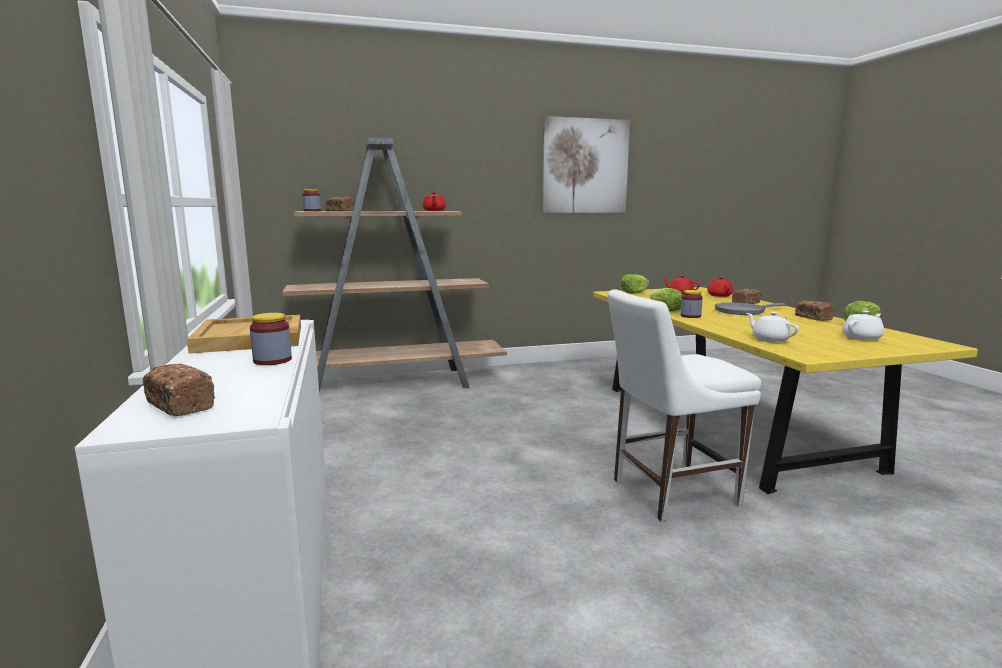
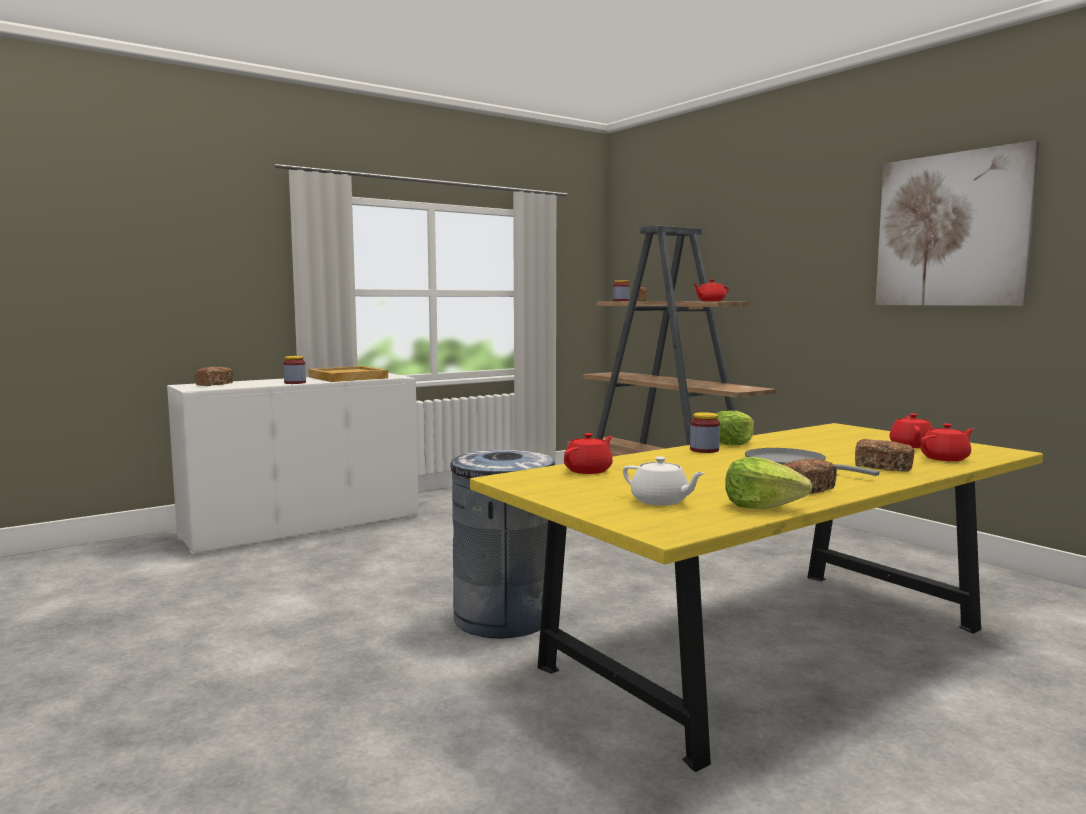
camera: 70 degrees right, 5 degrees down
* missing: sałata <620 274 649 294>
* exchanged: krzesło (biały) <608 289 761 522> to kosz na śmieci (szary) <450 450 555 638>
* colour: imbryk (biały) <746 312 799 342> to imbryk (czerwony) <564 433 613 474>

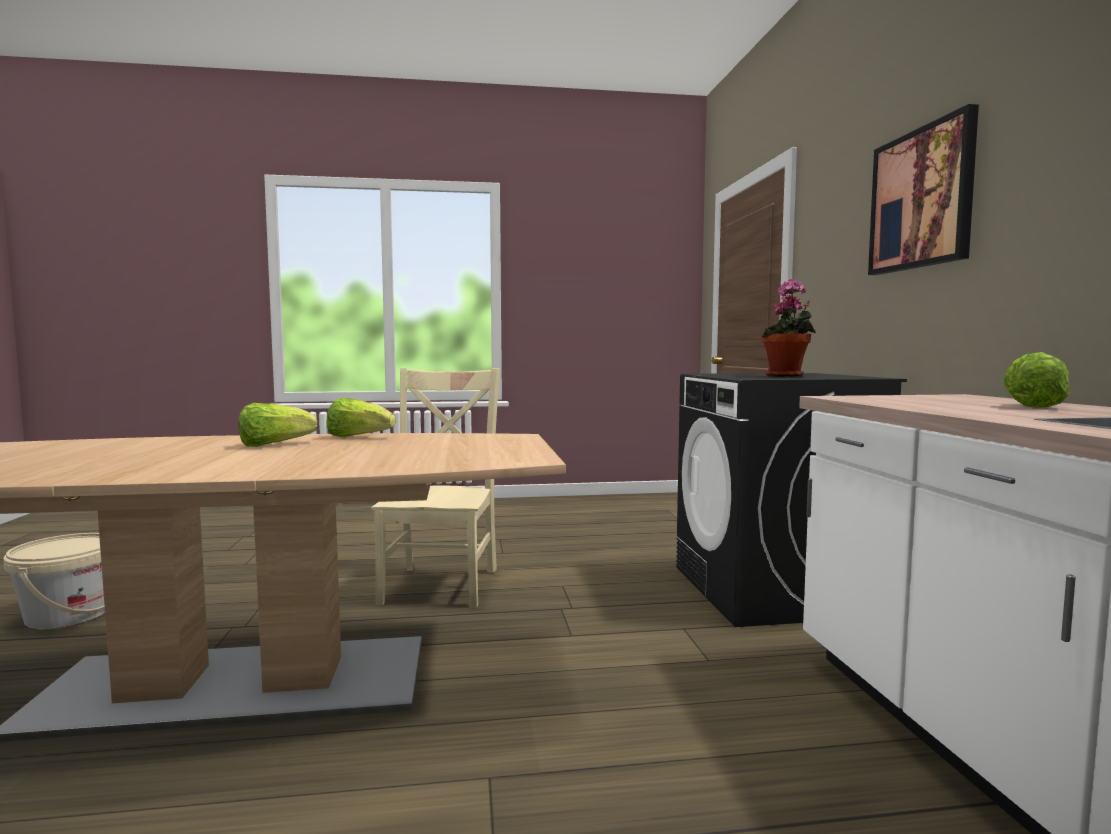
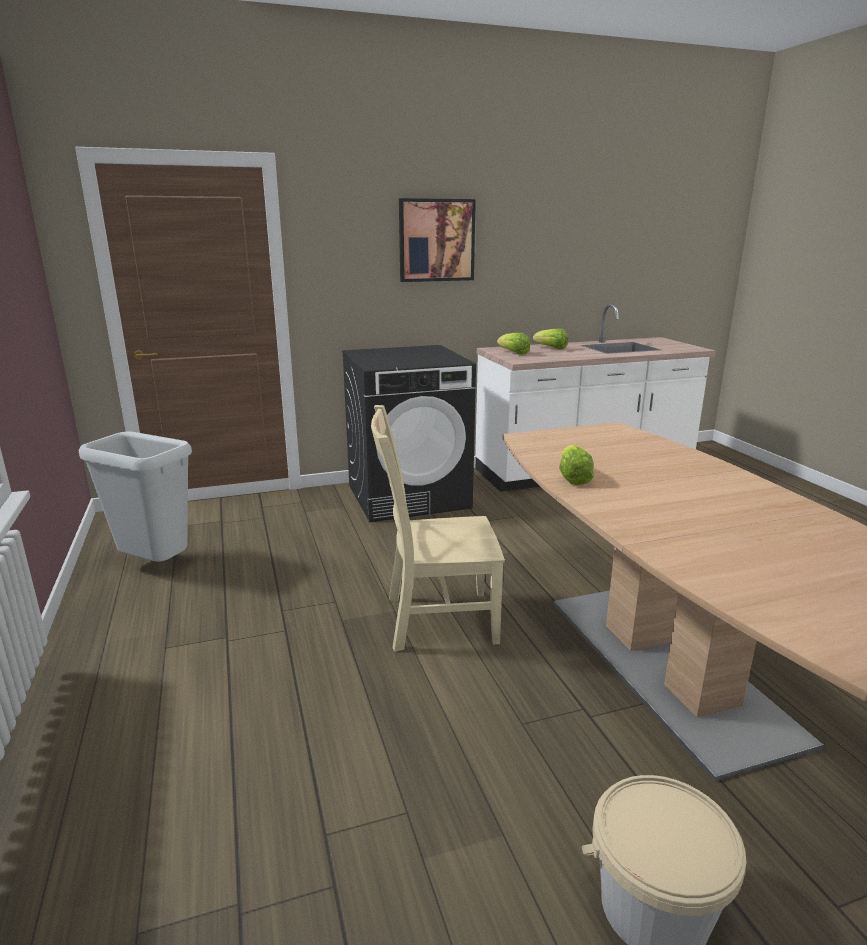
camera: 100 degrees left, 15 degrees up
* missing: roślina doniczkowa <762 279 816 377>
* relocated: sałata <238 403 317 447> to <497 333 530 355>
* appeared: kosz na śmieci (szary) <78 432 192 562>

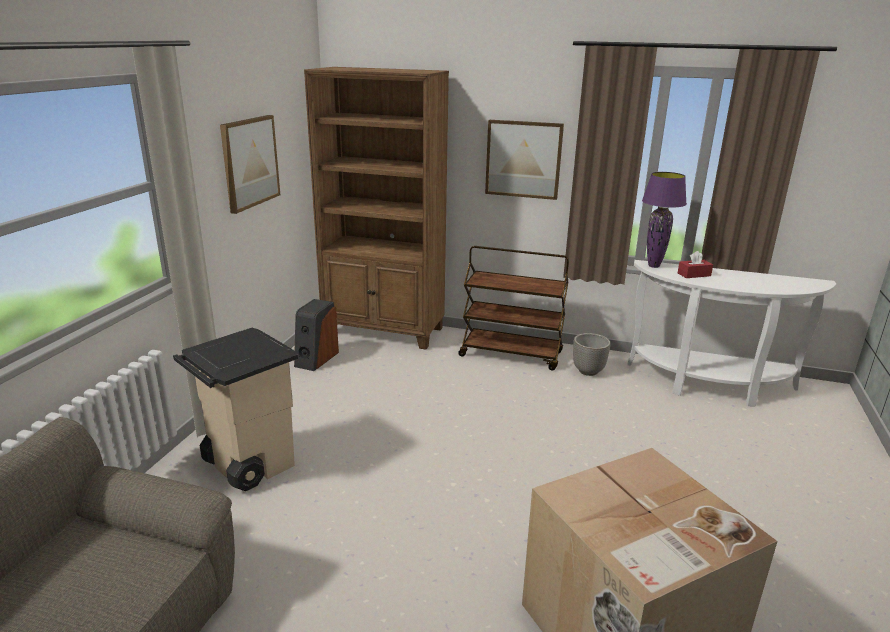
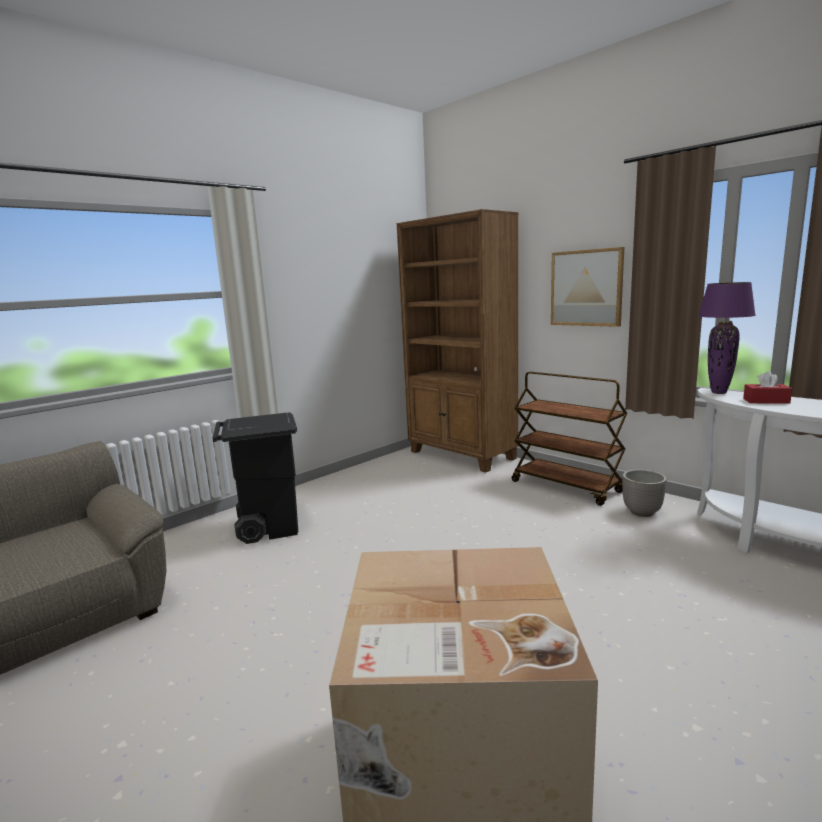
camera: 30 degrees right, 10 degrees down
* missing: obraz <220 115 280 214>
* missing: głośnik <294 299 339 371>
* colour: kosz na śmieci (beżowy) <173 328 298 491> to kosz na śmieci (czarny) <212 412 298 544>

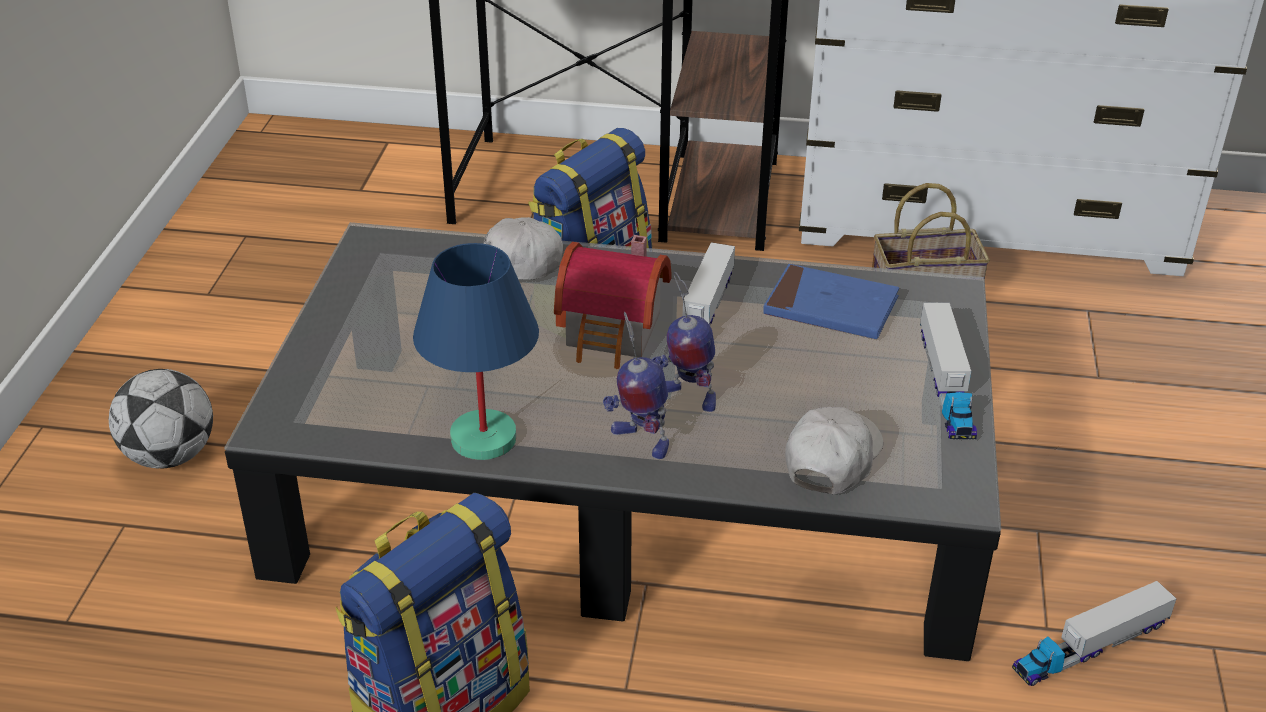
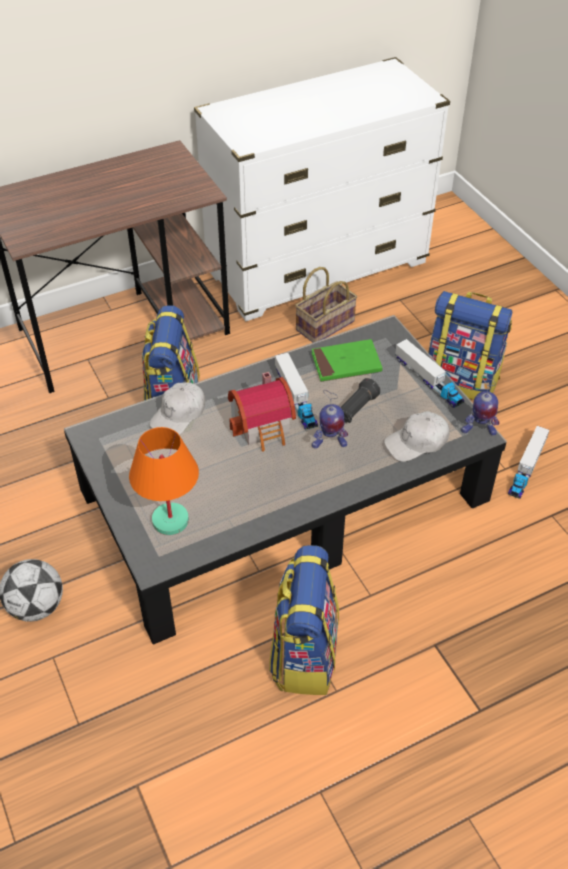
camera: 35 degrees left, 10 degrees up
* missing: lampa stołowa (niebieski) <413 243 539 460>
* colour: książka (niebieski) <763 264 899 339> to książka (zielony) <312 339 382 382>
* relocated: robot zabawkowy <603 312 669 459> to <461 375 499 436>
* spun: czapka z daszkiem (biały) <785 407 883 494> = <384 411 450 462> 105 degrees counterclockwise
* appeared: plecak <428 291 512 400>
* appeared: latarka (czarny) <340 378 380 423>
* appeared: lampa stołowa (pomarańczowy) <129 427 199 535>

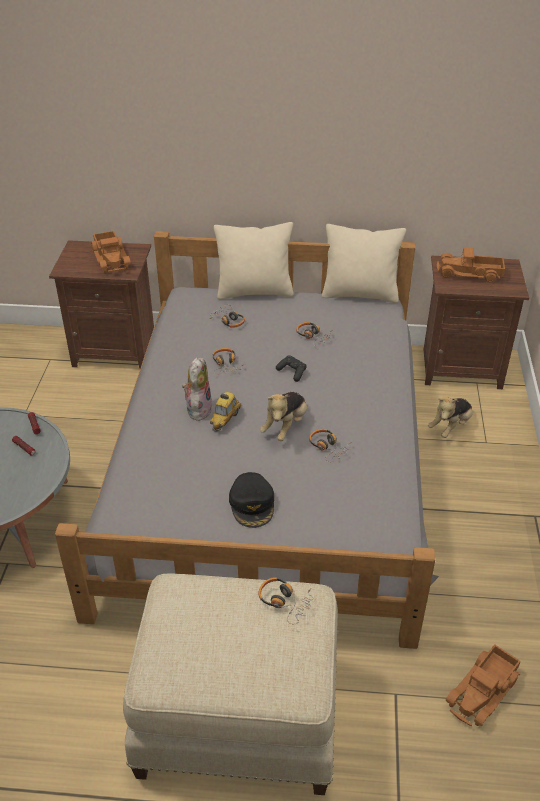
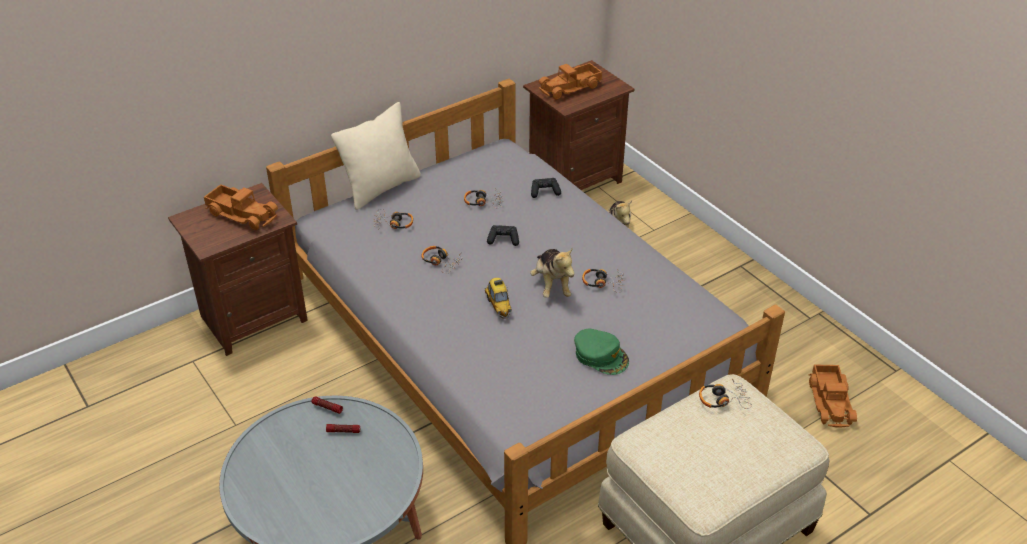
camera: 40 degrees left, 0 degrees up
* missing: poduszka (beżowy) <322 224 406 303>
* missing: pluszak <182 357 213 421>
* colour: czapka z daszkiem (czarny) <229 472 274 528> to czapka z daszkiem (zielony) <574 328 629 375>
* appeared: pad do gier (czarny) <531 178 561 198>

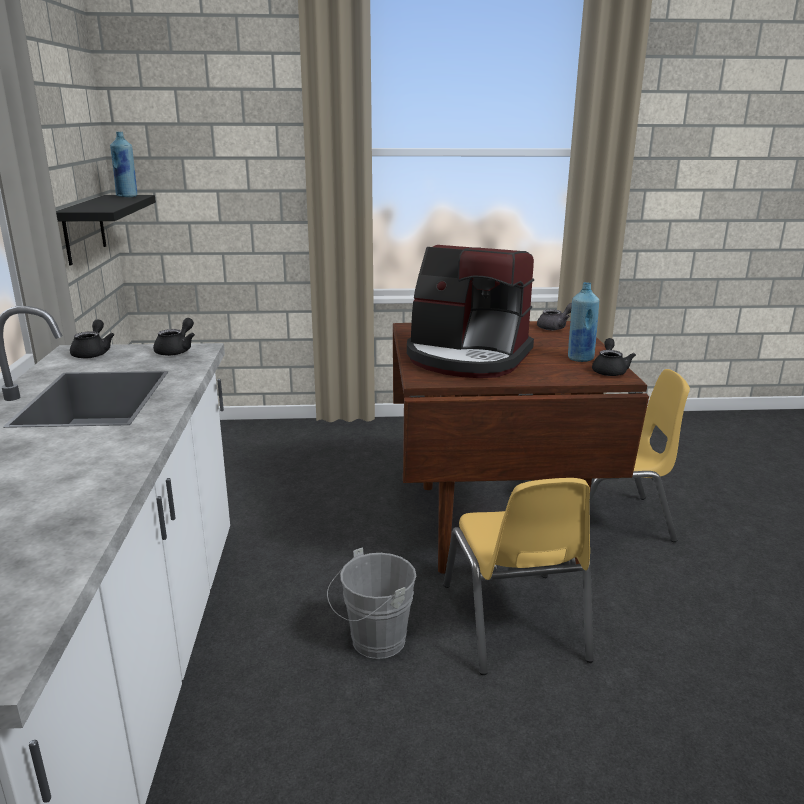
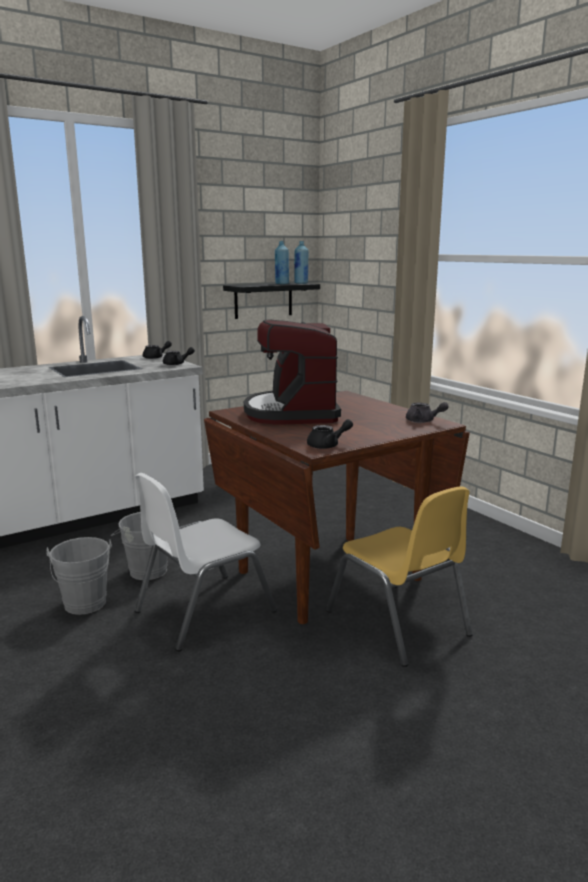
camera: 60 degrees right, 5 degrees down
* relocated: butelka (niebieski) <568 282 599 362> to <275 241 289 284>
* colour: krzesło (żółty) <444 478 594 675> to krzesło (biały) <135 473 277 651>
* appeared: wiadro (szary) <47 537 112 615>

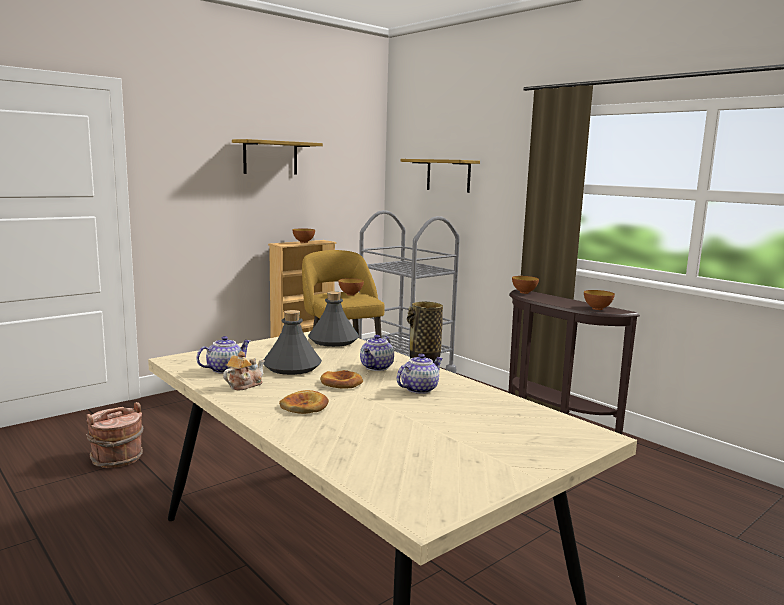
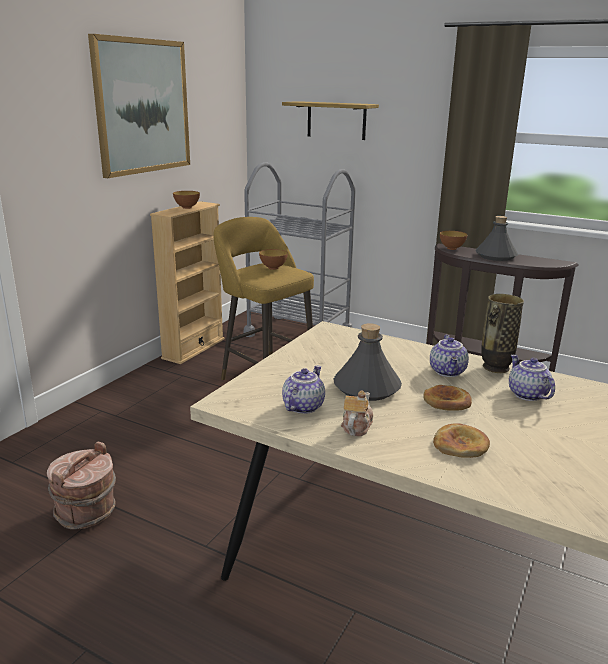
camera: 20 degrees left, 10 degrees up
* exchanged: półka <232 139 323 174> to obraz <88 34 190 178>
* missing: miska <584 290 615 310>
* relocated: butelka (szary) <308 291 359 347> to <475 216 518 261>
* spun: imbryk <397 354 443 394> = <509 355 555 401> 45 degrees counterclockwise

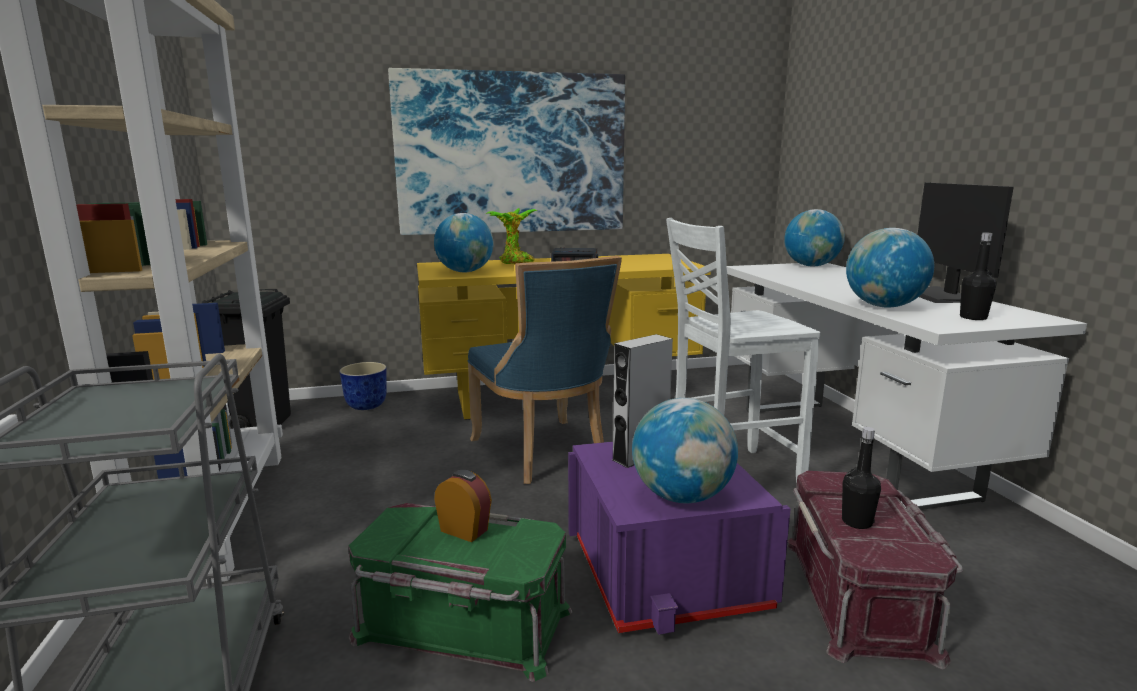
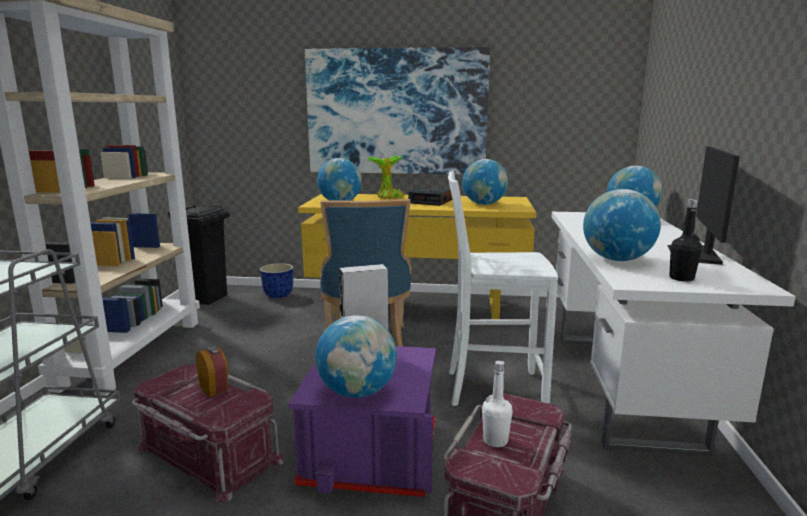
camera: 20 degrees right, 0 degrees up
* colour: butelka (czarny) <842 427 881 529> to butelka (biały) <482 361 513 447>
* colour: pojemnik do przechowywania (zielony) <348 503 572 682> to pojemnik do przechowywania (czerwony) <132 364 284 502>
* appeared: globus <462 159 508 205>

